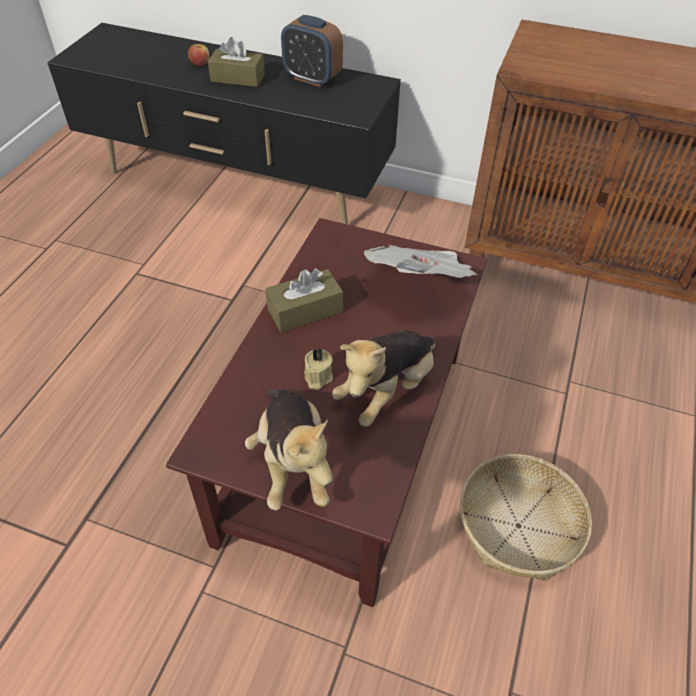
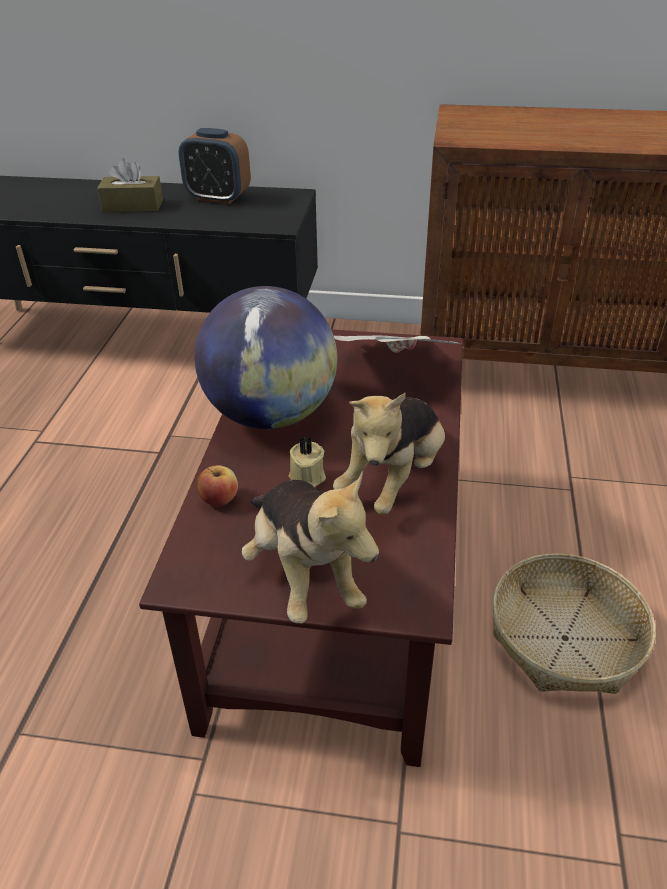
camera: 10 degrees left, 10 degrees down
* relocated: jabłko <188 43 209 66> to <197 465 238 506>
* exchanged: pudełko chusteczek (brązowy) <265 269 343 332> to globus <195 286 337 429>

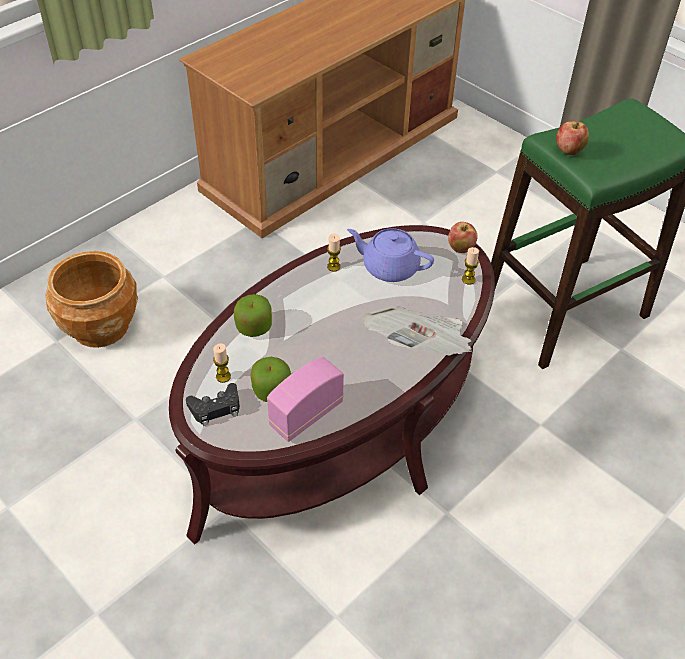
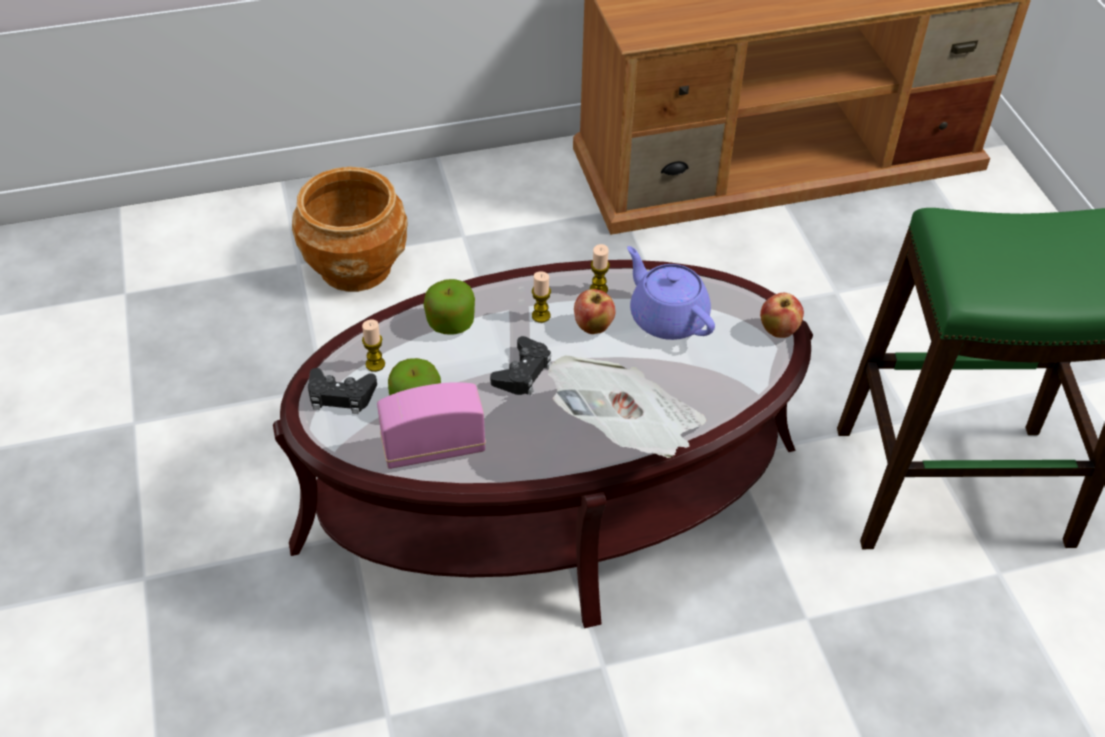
camera: 30 degrees right, 0 degrees up
* relocated: jabłko <556 121 589 155> to <574 289 616 334>
* relocated: świeca <462 247 479 285> to <532 271 551 323>
* appeared: pad do gier (czarny) <490 336 552 395>

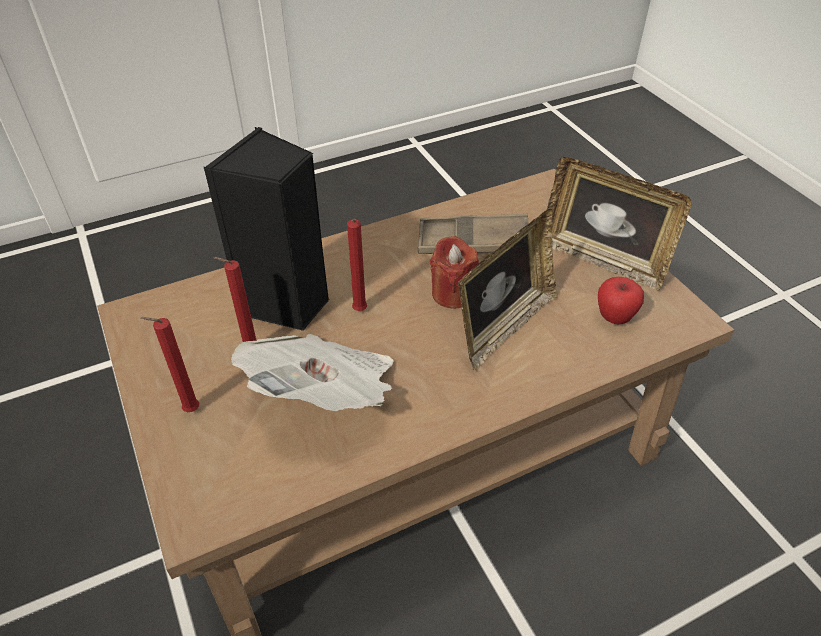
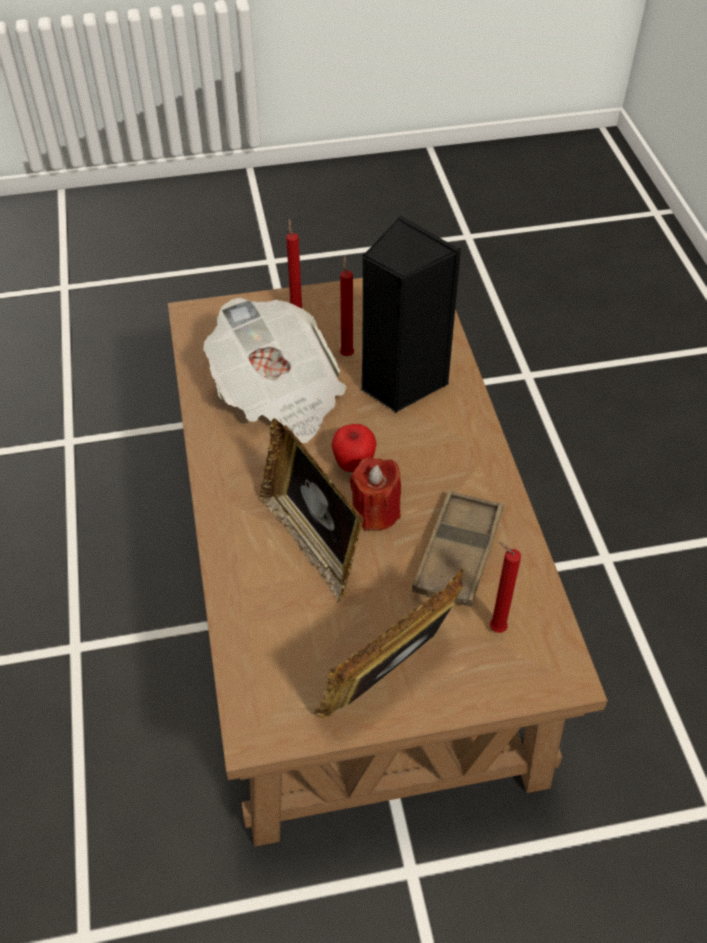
camera: 105 degrees right, 5 degrees up
* relocated: świeca (czerwony) <347 219 367 311> to <490 542 521 633>
* relocated: jabłko <598 277 644 324> to <331 424 377 472>

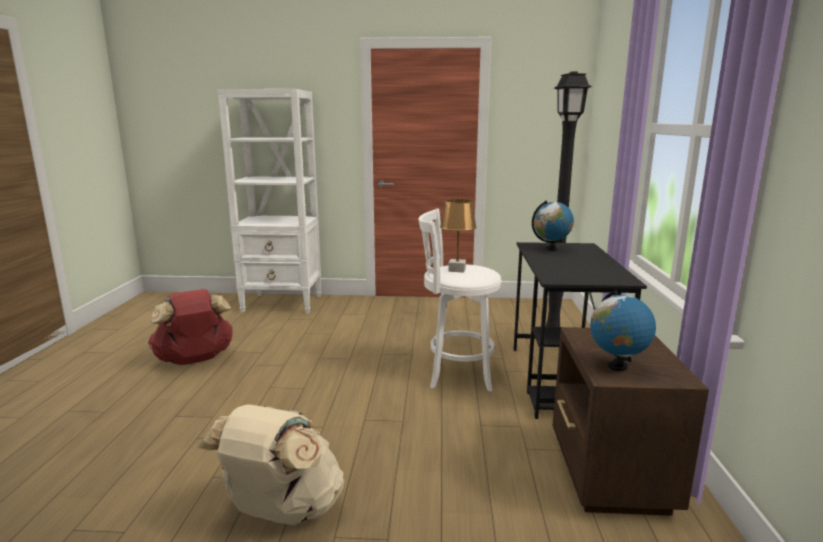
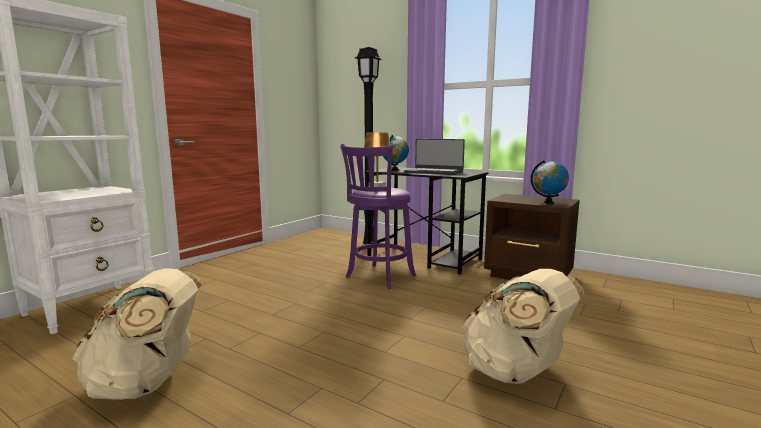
camera: 60 degrees left, 5 degrees down
* colour: stołek (biały) <418 208 502 392> to stołek (fioletowy) <341 144 416 289>
* colour: plecak (czerwony) <148 289 234 365> to plecak (beżowy) <73 268 203 400>
* appeared: laptop <404 139 465 175>

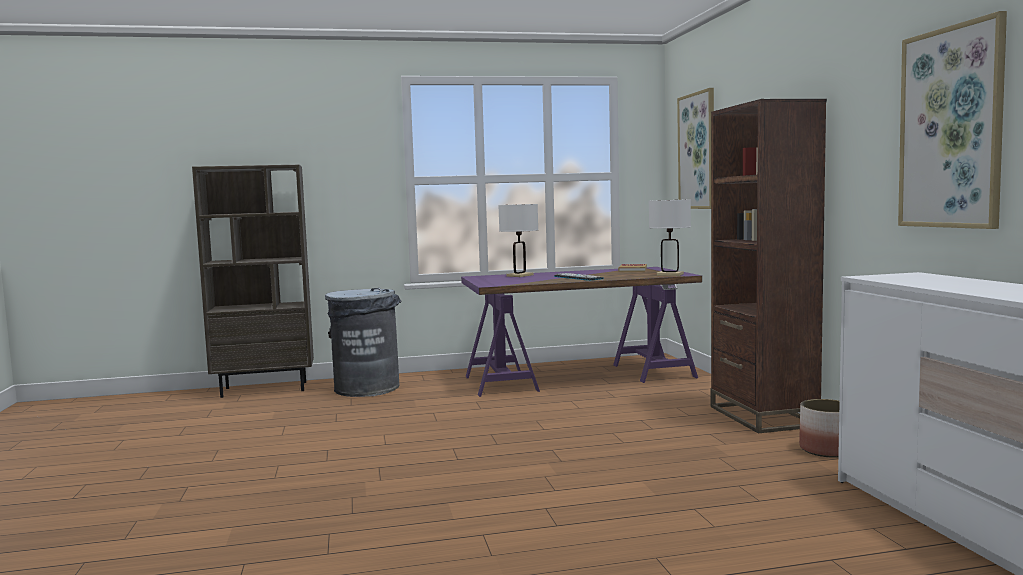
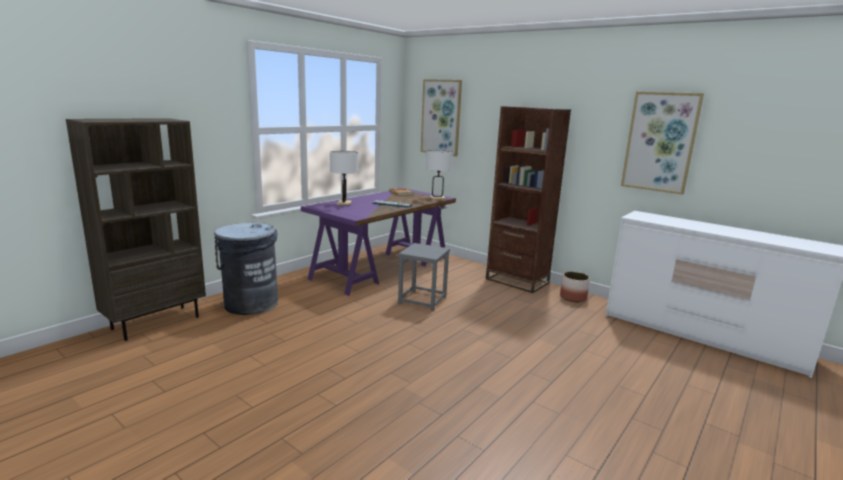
camera: 40 degrees left, 10 degrees up
* appeared: stołek (szary) <398 243 450 311>

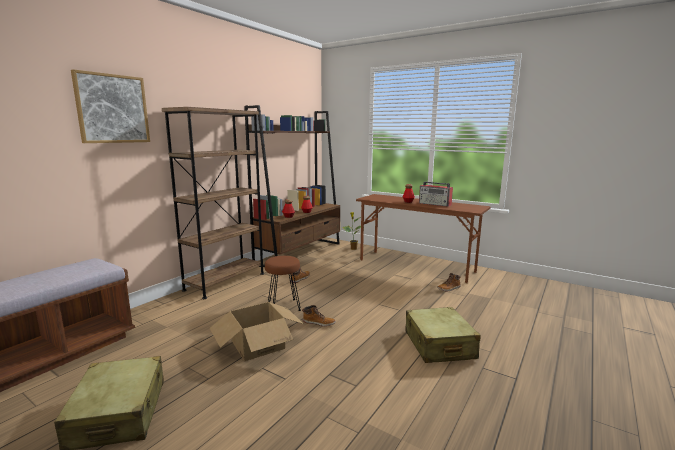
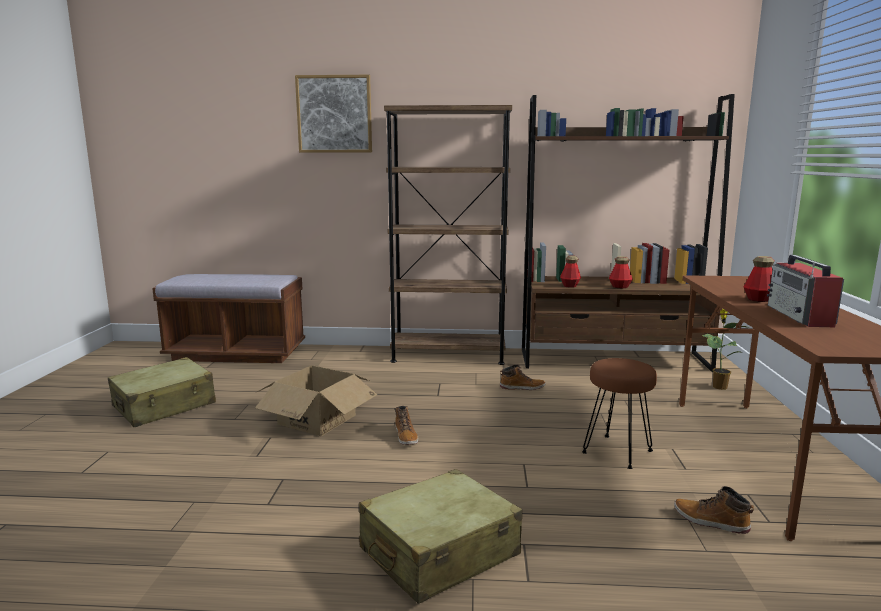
camera: 60 degrees right, 0 degrees up
* relocated: stołek (brązowy) <265 256 301 311> to <582 358 657 469>

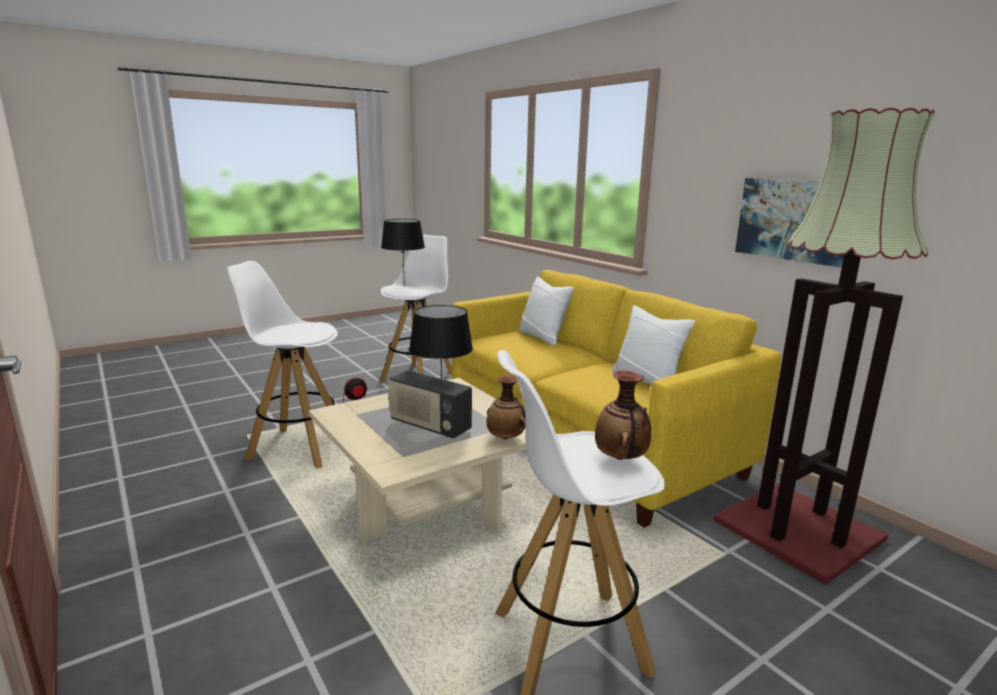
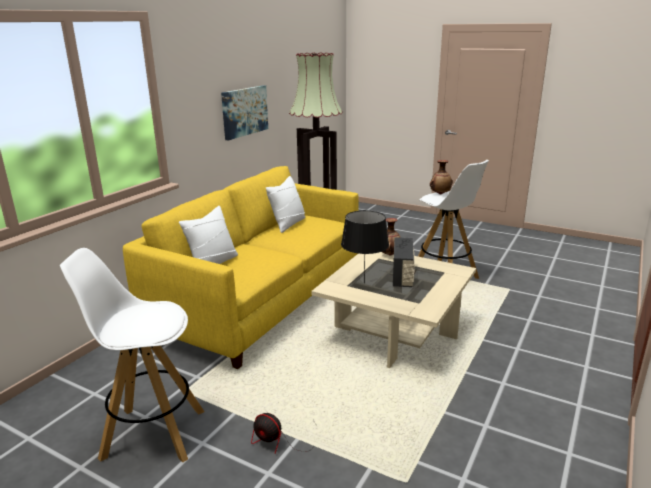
camera: 115 degrees left, 5 degrees up
* missing: lampa stołowa (czarny) <381 219 425 286>
* missing: stołek (biały) <227 261 338 468>

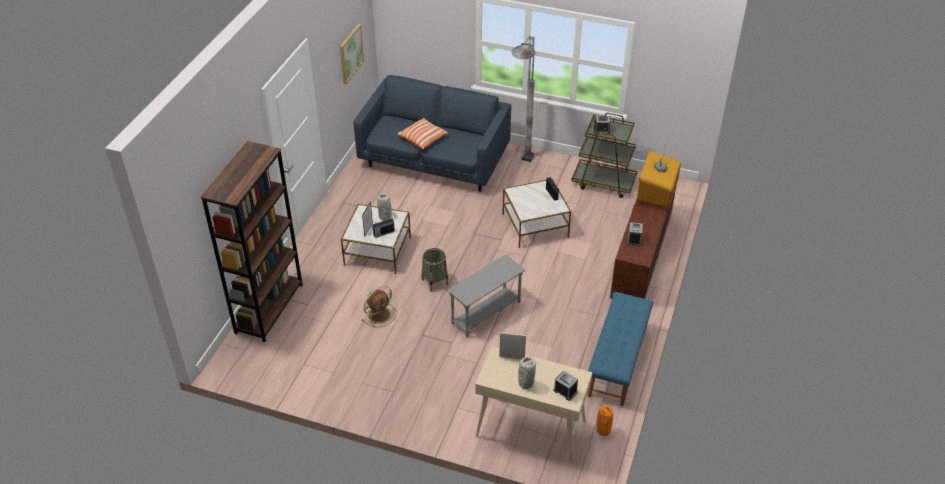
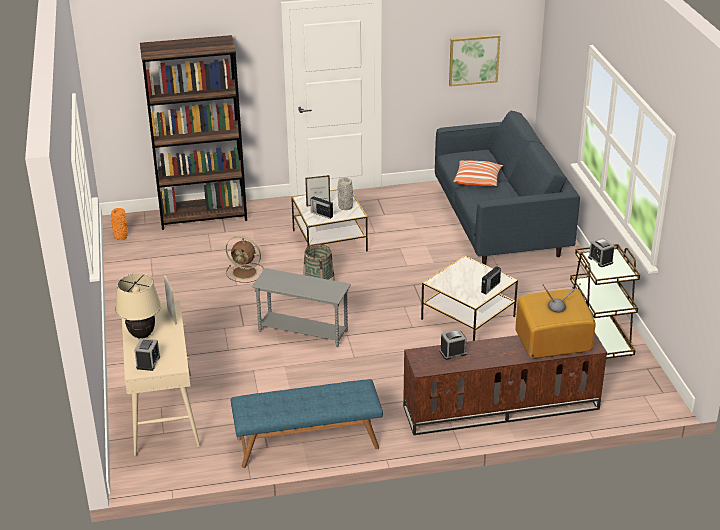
camera: 60 degrees right, 10 degrees down
* missing: lampa stojąca (szary) <511 36 535 162>
* exchanged: wazon (szary) <518 356 536 389> to lampa stołowa (beżowy) <115 273 161 339>
* relocated: wazon (pomarańczowy) <596 405 613 436> to <111 208 128 240>

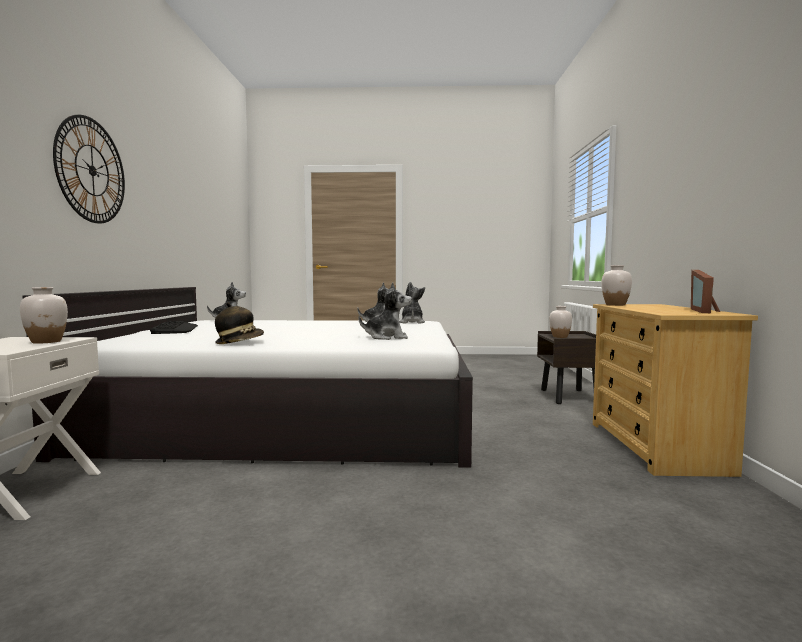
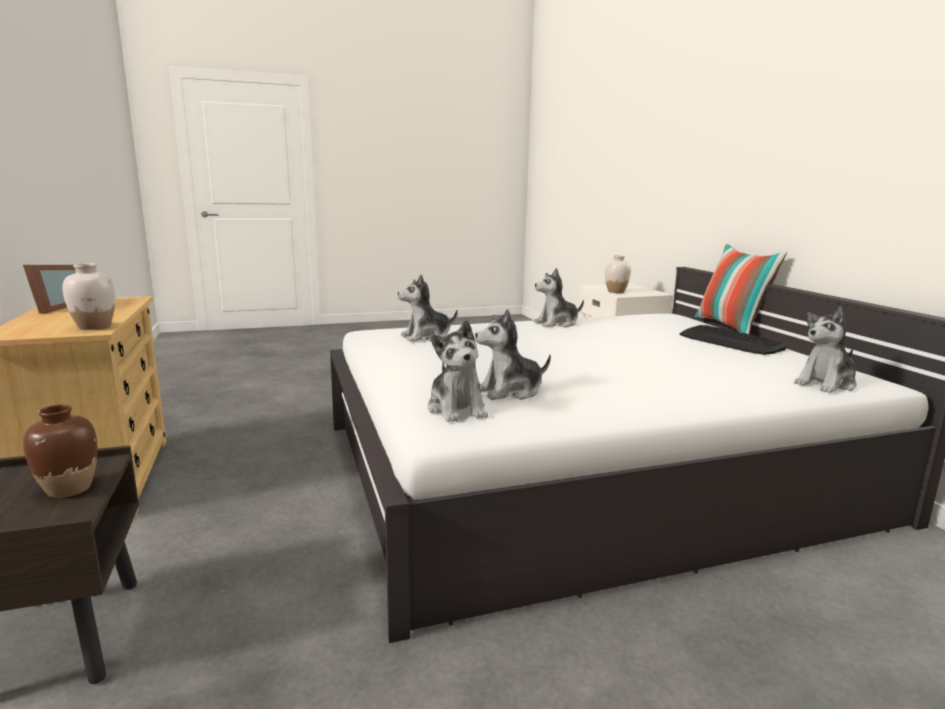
camera: 160 degrees right, 10 degrees up
* missing: zegar ścienny <53 115 125 224>
* exchanged: kapelusz <215 303 264 344> to pluszak <534 268 584 327>
* colour: wazon (biały) <549 306 572 338> to wazon (brązowy) <23 405 97 498>
* appeared: poduszka <695 244 787 334>

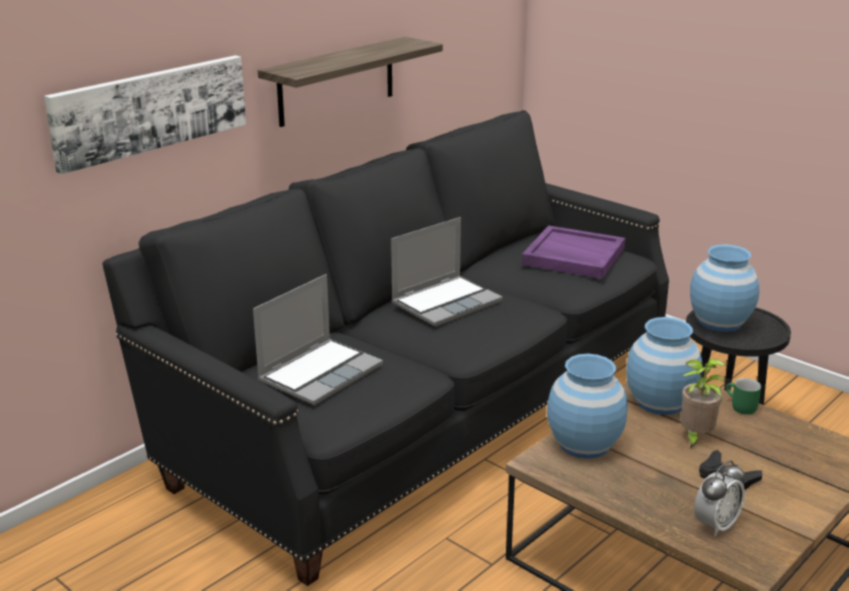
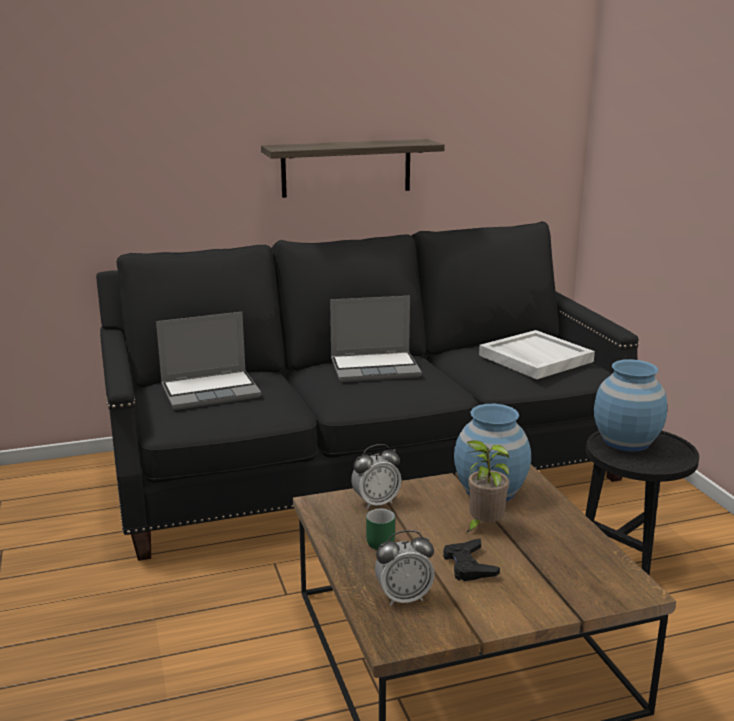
camera: 30 degrees right, 5 degrees down
* missing: obraz <44 55 246 174>
* colour: taca (fioletowy) <522 225 625 279> to taca (biały) <479 330 595 380>
* exchanged: wazon (niebieski) <547 354 628 459> to budzik <351 444 401 509>
* relocated: kubek (zielony) <727 378 761 415> to <366 509 395 550>

